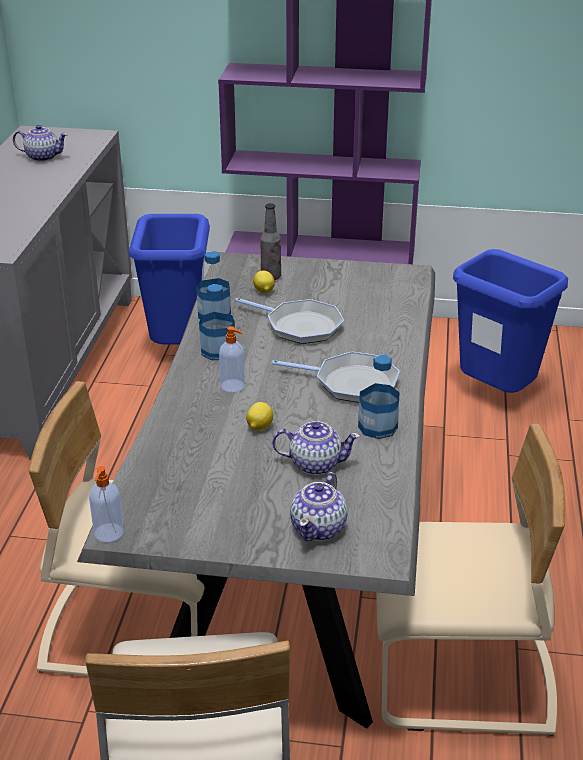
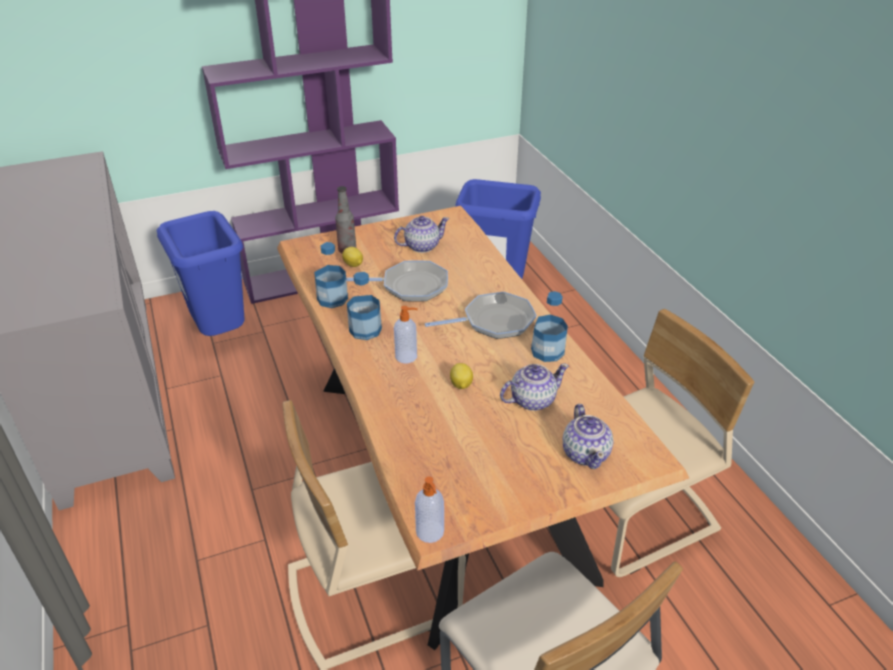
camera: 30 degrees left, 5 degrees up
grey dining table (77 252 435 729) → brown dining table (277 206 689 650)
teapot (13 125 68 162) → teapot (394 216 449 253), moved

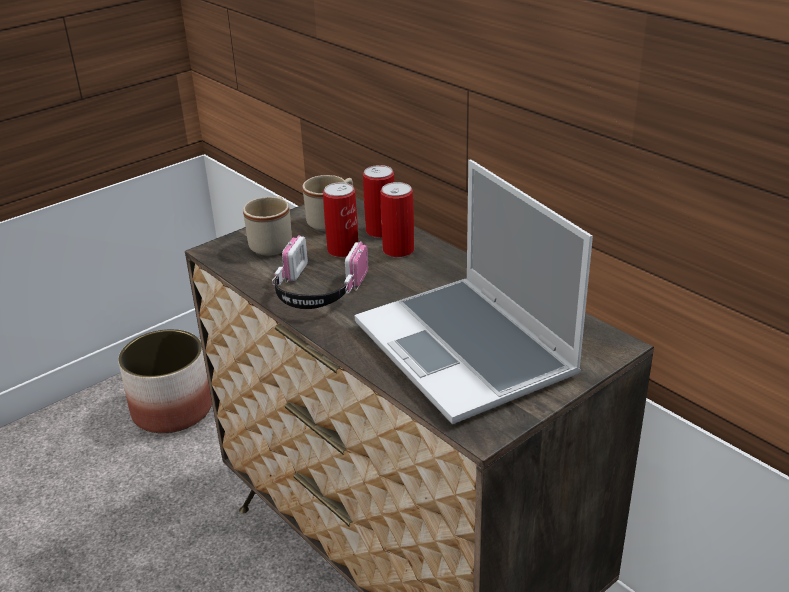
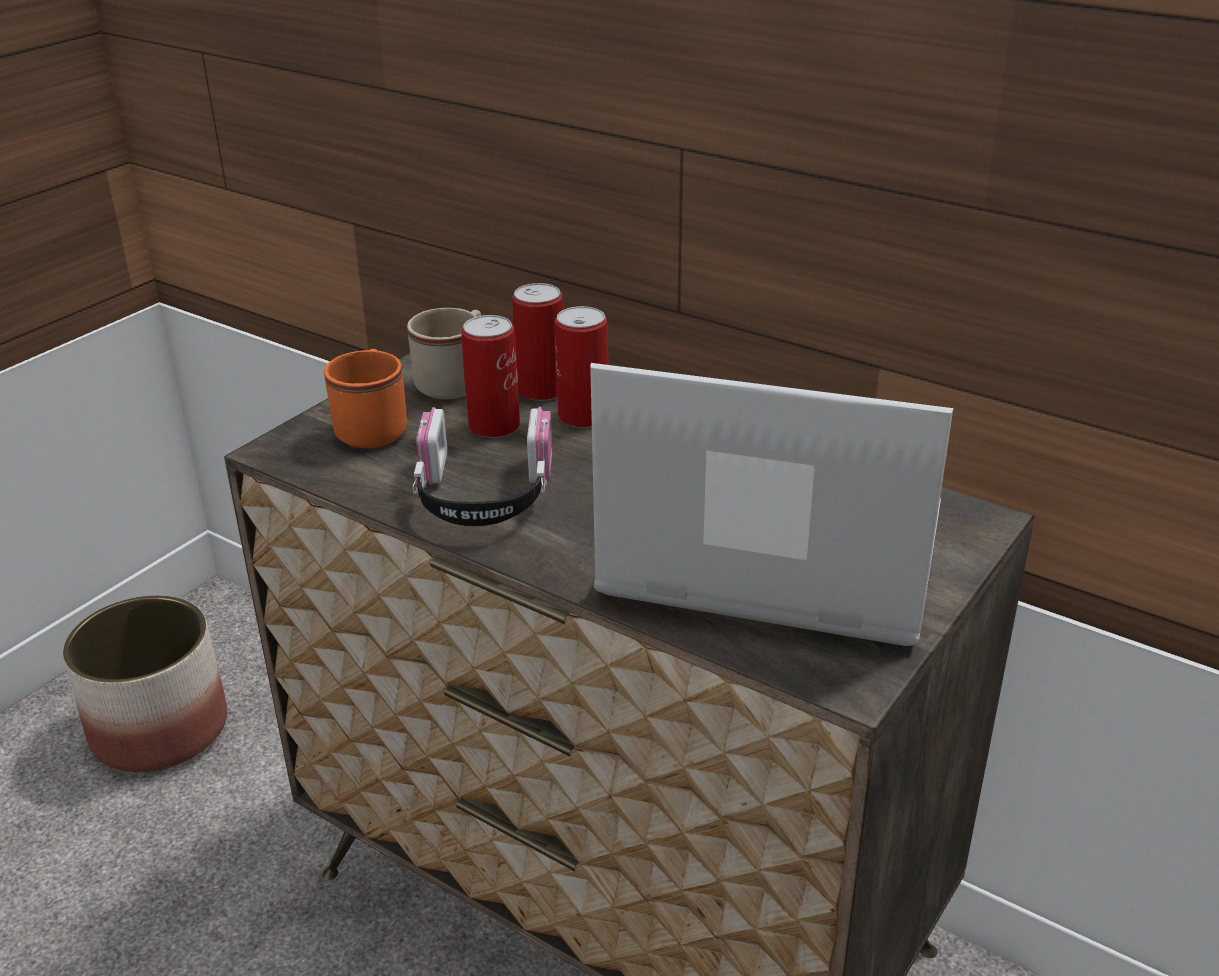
camera: 15 degrees left, 0 degrees up
beige mug (243 196 292 256) → orange mug (324 349 407 448)
laptop (354 160 593 424) → laptop (590 363 953 646), 150 degrees clockwise

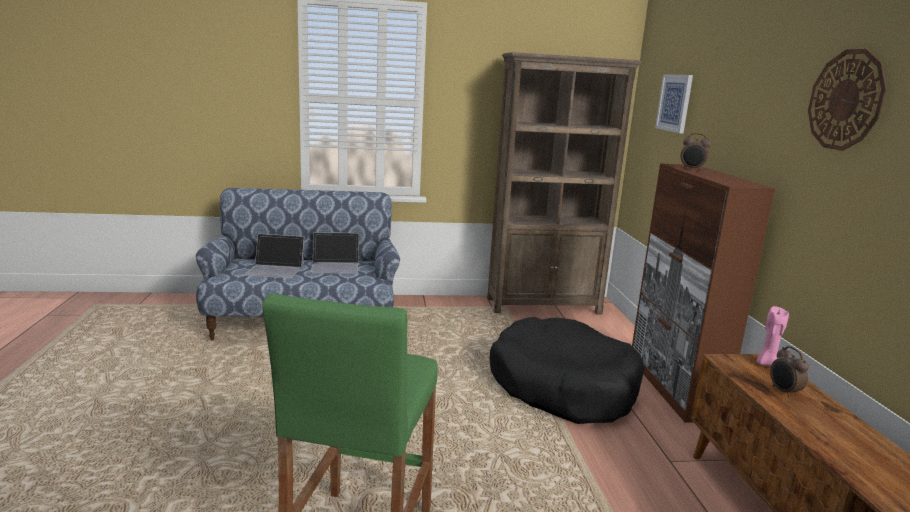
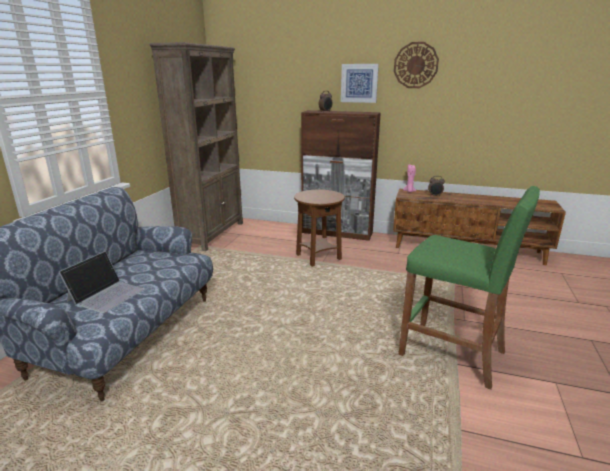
camera: 65 degrees left, 5 degrees up
black dog bed (490 317 645 424) → brown side table (294 190 345 267)
picture (655 74 693 133) → picture (341 64 379 103), moved
laptop (310 232 359 274) → -

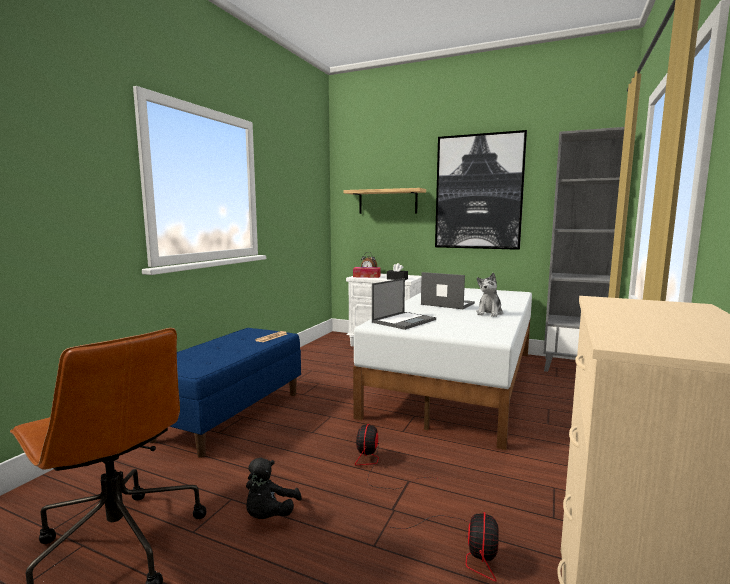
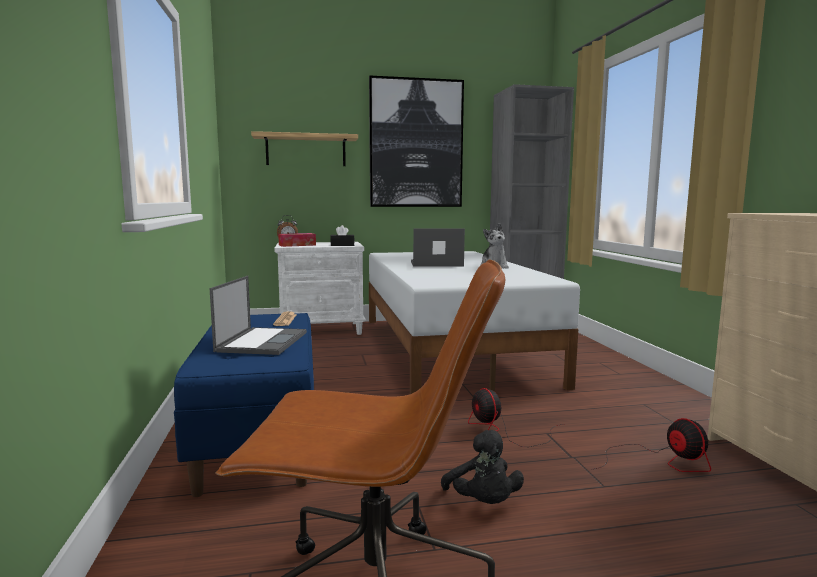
camera: 35 degrees left, 0 degrees up
laptop (372 278 436 330) → laptop (210 276 307 355), moved

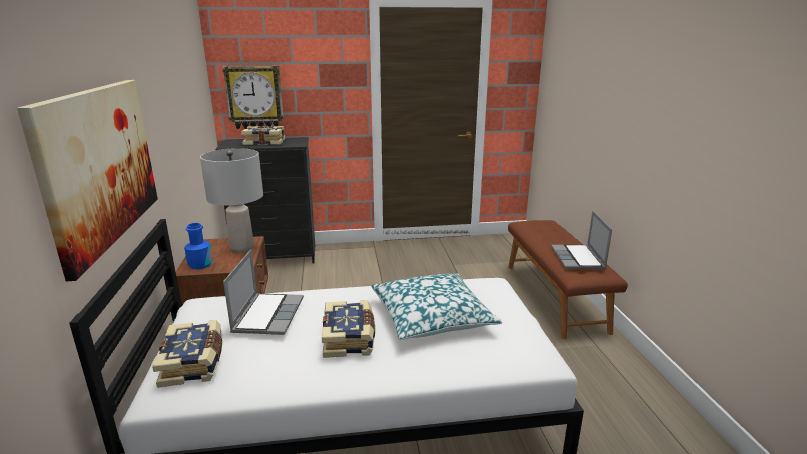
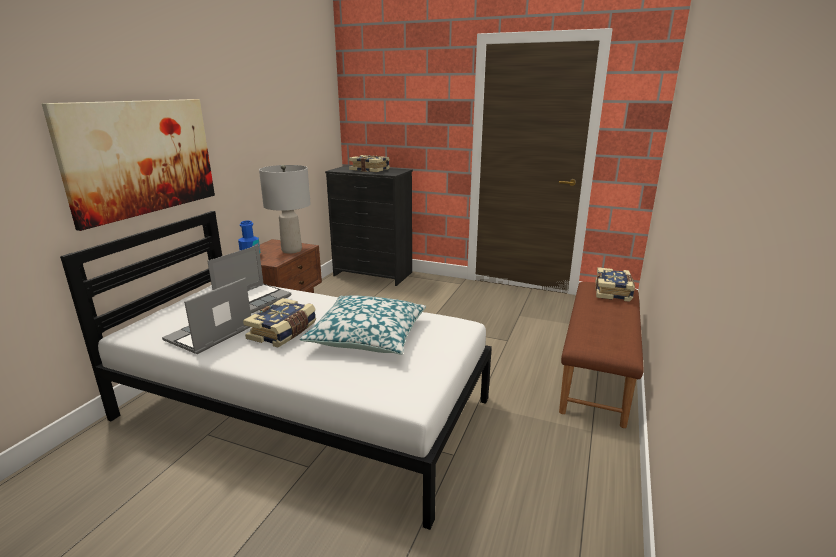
camera: 30 degrees right, 0 degrees up
laptop (551 211 612 269) → laptop (162 278 251 354), moved
book (152 320 222 388) → book (595 267 635 302), moved
wall clock (223 66 284 129) → -

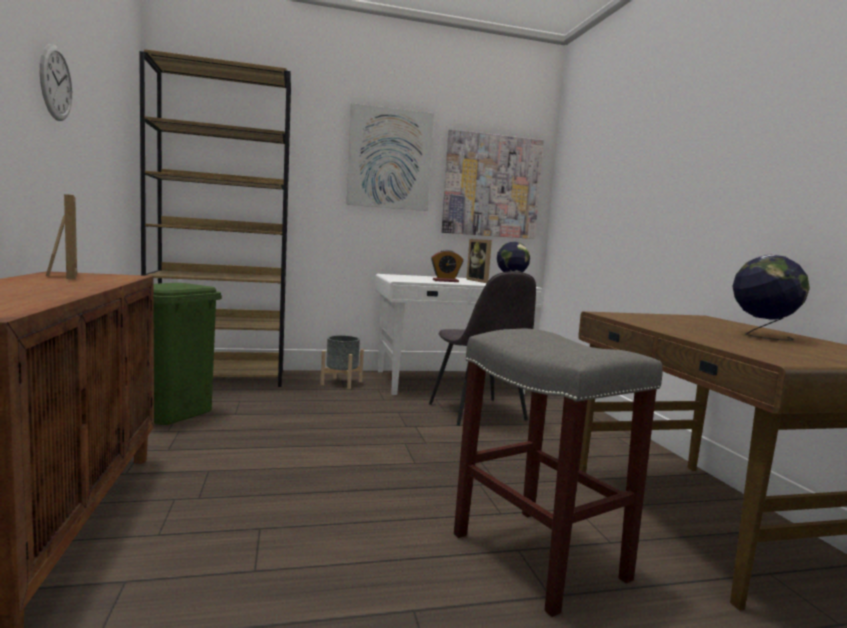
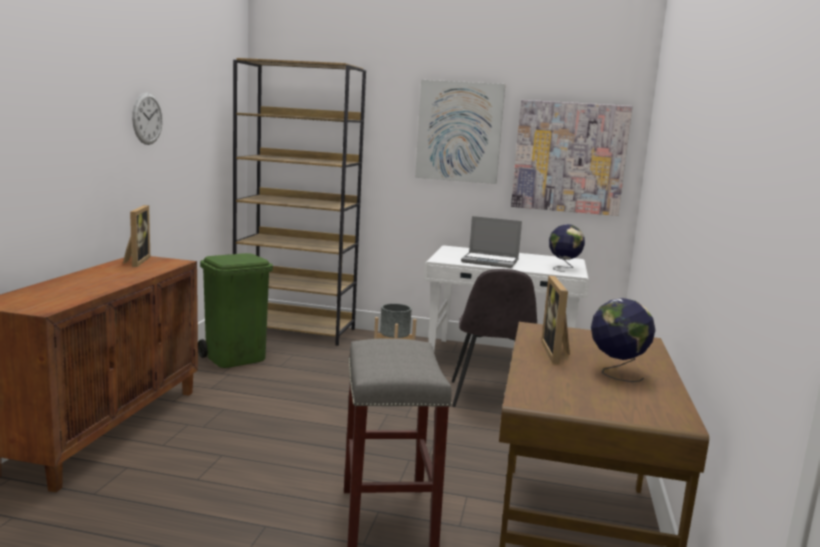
camera: 25 degrees right, 5 degrees up
alarm clock (431 250 463 282) → laptop (461 216 522 268)
picture frame (466 239 492 283) → picture frame (541 276 570 364), moved

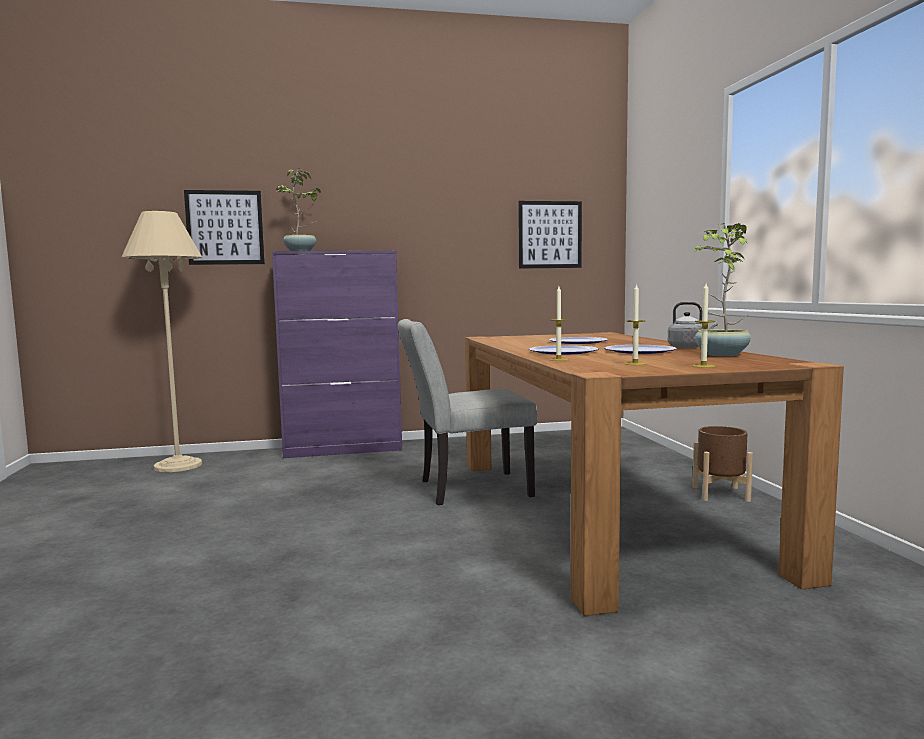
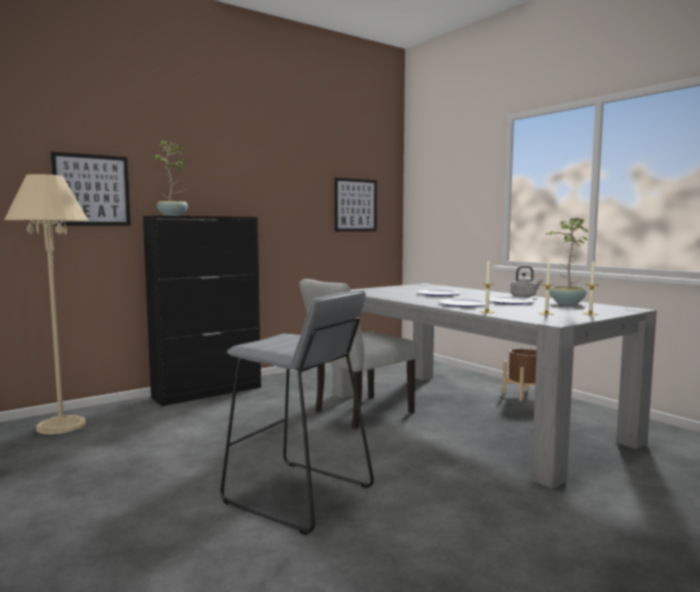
camera: 25 degrees left, 0 degrees up
purple cabinet (272 250 402 458) → black cabinet (143 216 261 406)
- → grey stool (220 290 374 535)
brown dining table (465 332 844 616) → grey dining table (333 283 657 489)

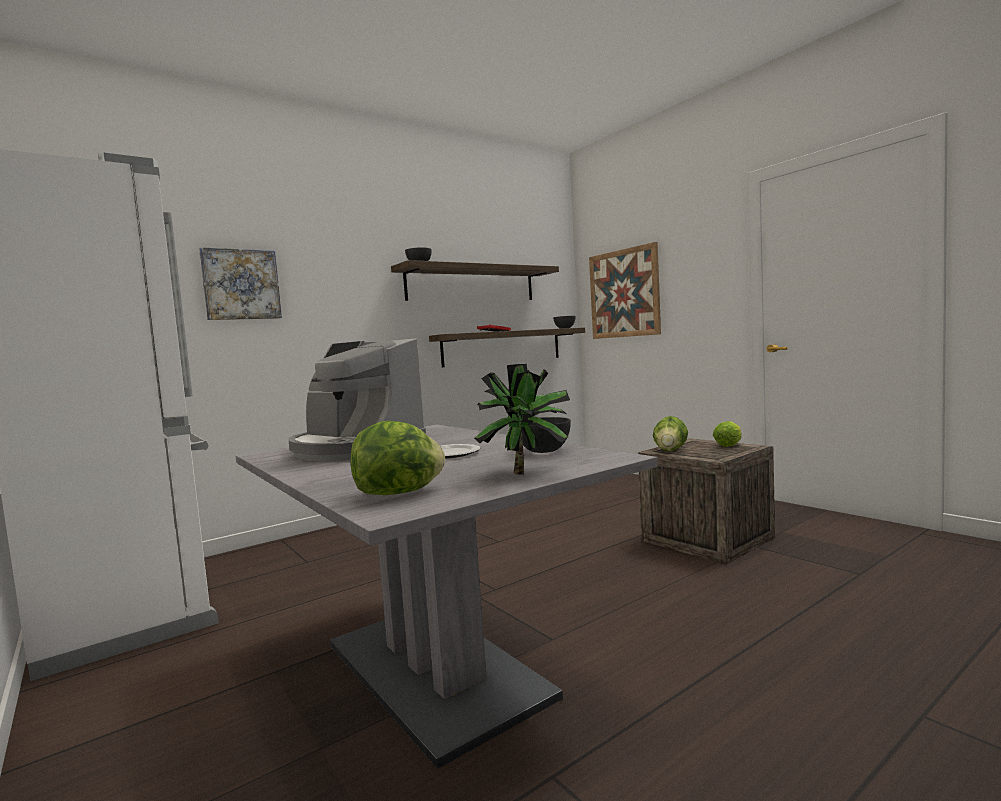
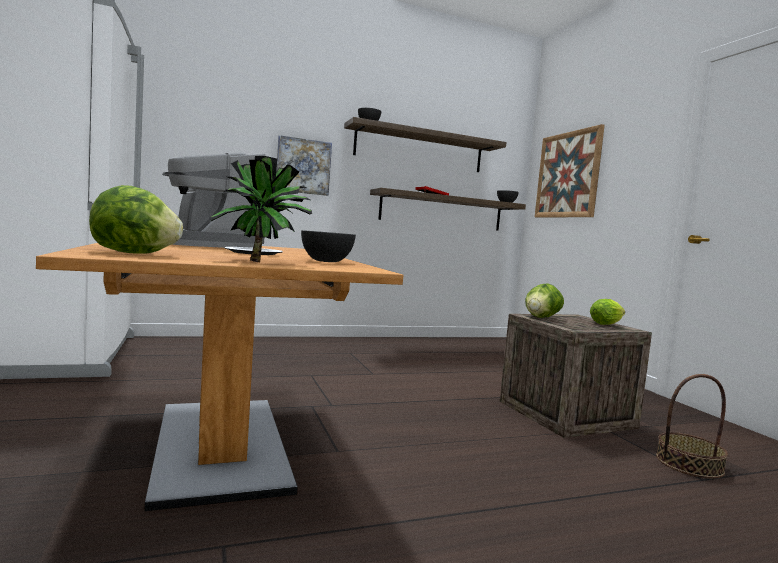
camera: 15 degrees right, 0 degrees up
grey dining table (235 425 658 769) → brown dining table (36 243 403 511)
picture (199 247 282 320) → picture (276 135 332 196), moved
- → basket (656 374 728 479)

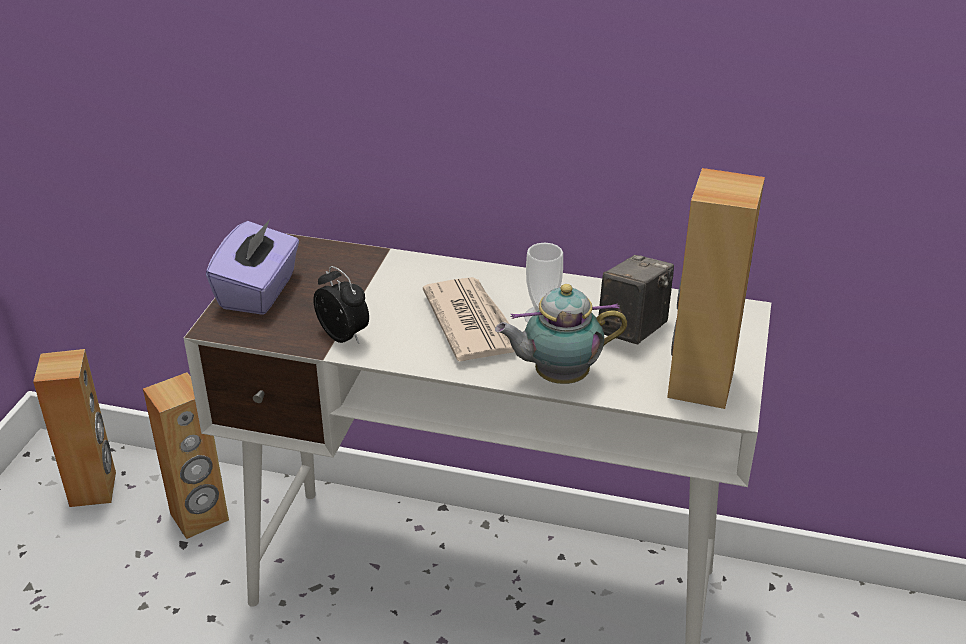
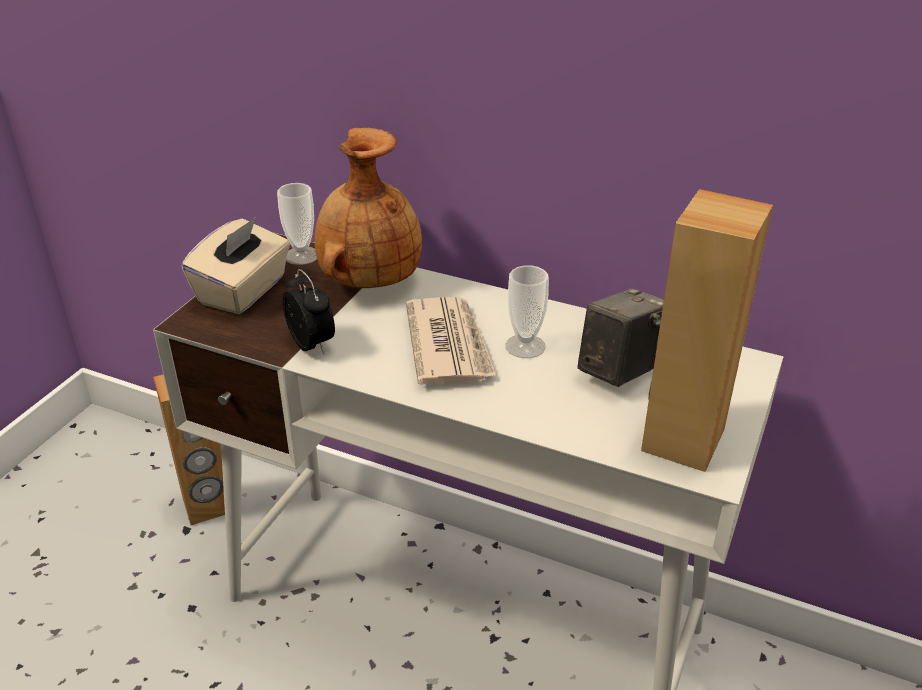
camera: 10 degrees right, 0 degrees up
purple tissue box (206 219 299 315) → beige tissue box (182 217 290 314)
- → cup (277 183 317 265)
- → brown vase (314 128 422 288)
brown speaker (33 349 116 507) → -
teapot (495 284 627 384) → -

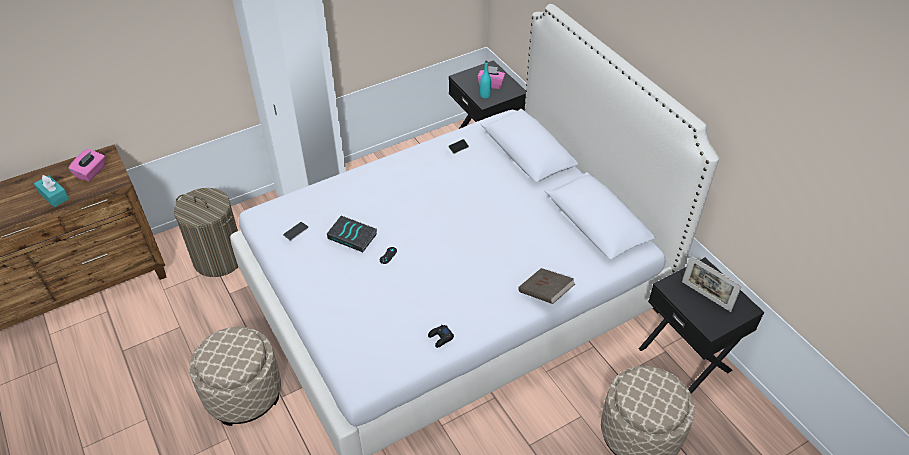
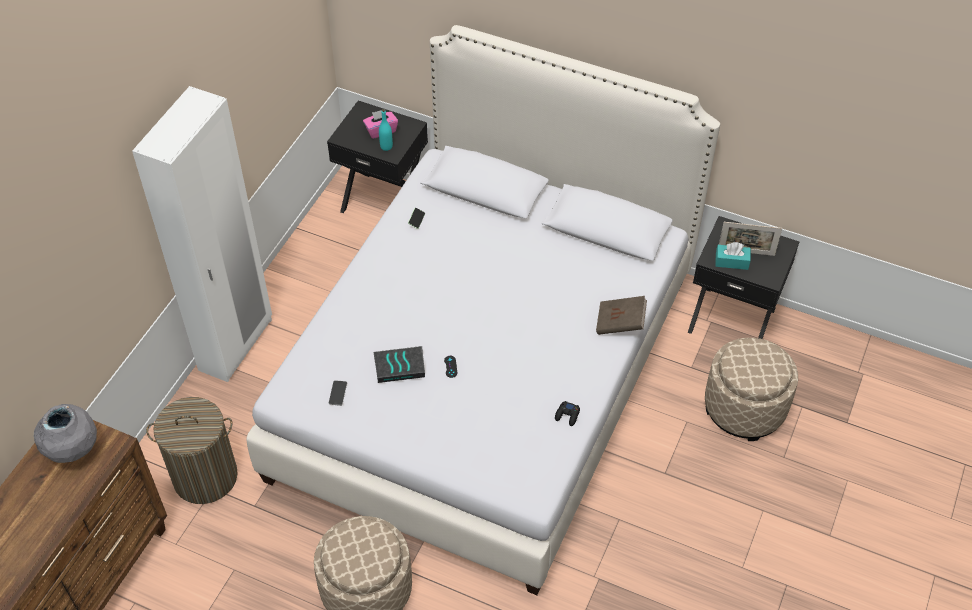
camera: 35 degrees left, 5 degrees up
pink tissue box (68 149 105 181) → grey vase (34 404 97 463)
turquoise tissue box (34 175 69 207) → turquoise tissue box (715 242 751 270), moved

